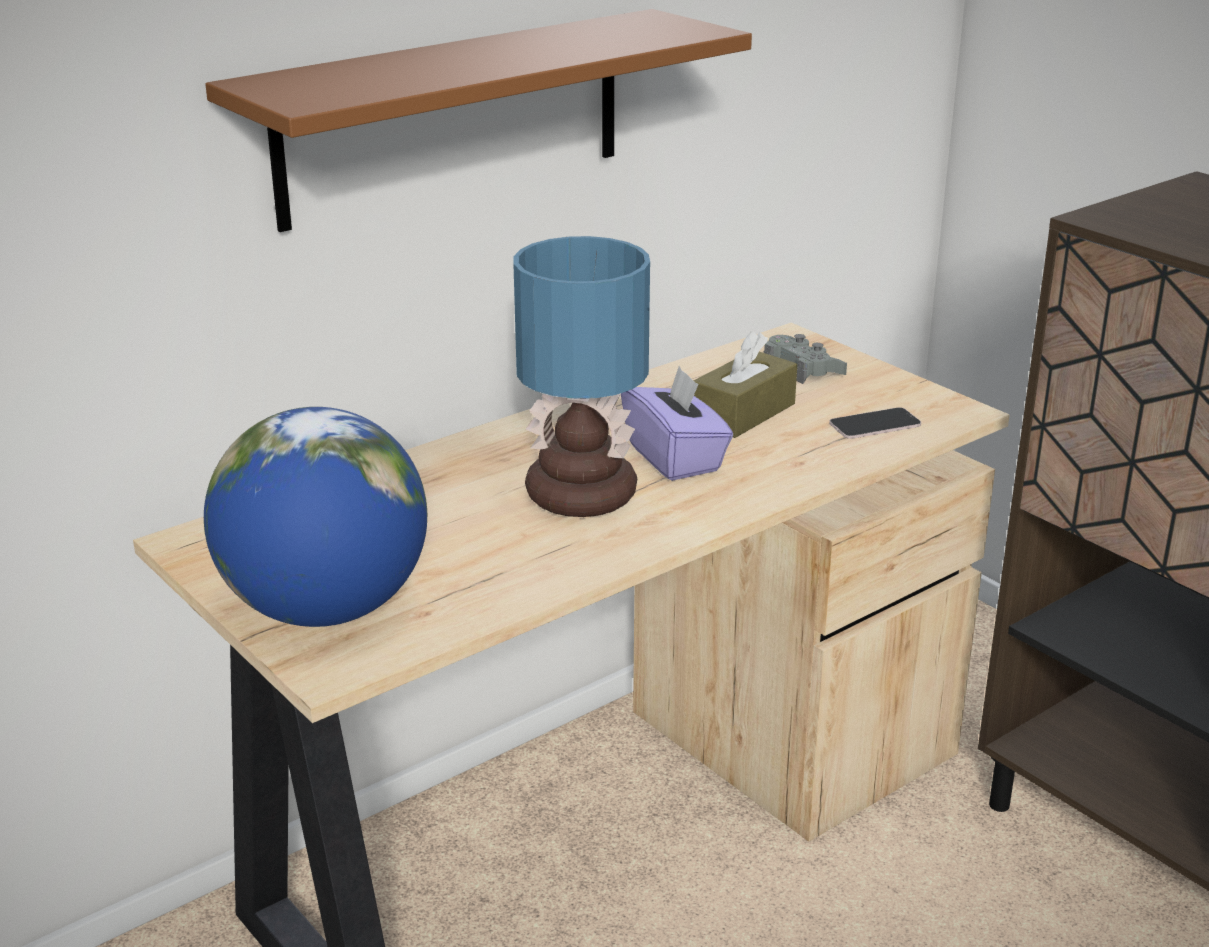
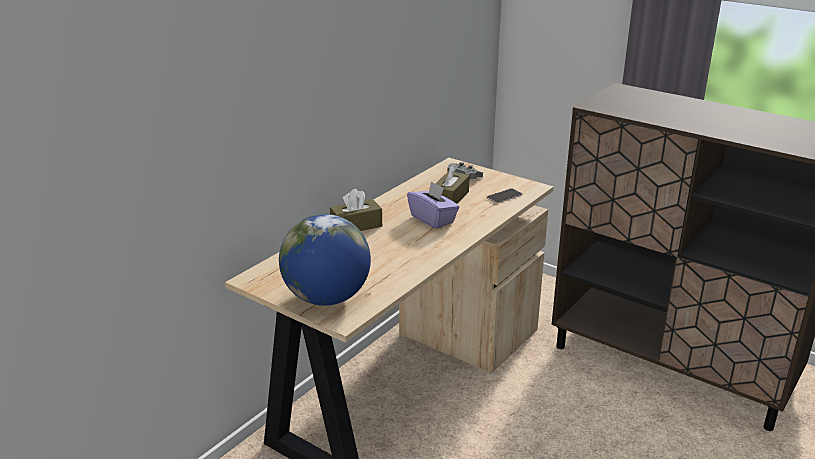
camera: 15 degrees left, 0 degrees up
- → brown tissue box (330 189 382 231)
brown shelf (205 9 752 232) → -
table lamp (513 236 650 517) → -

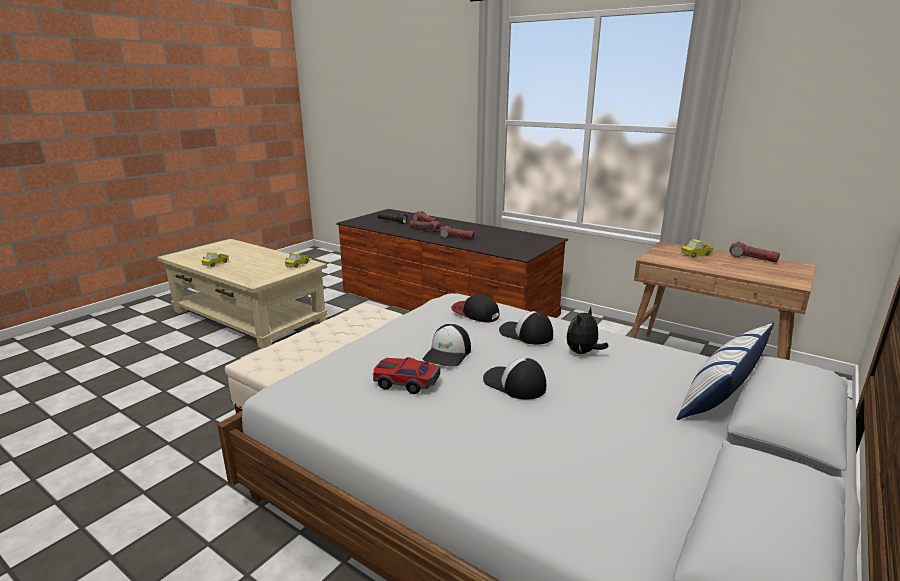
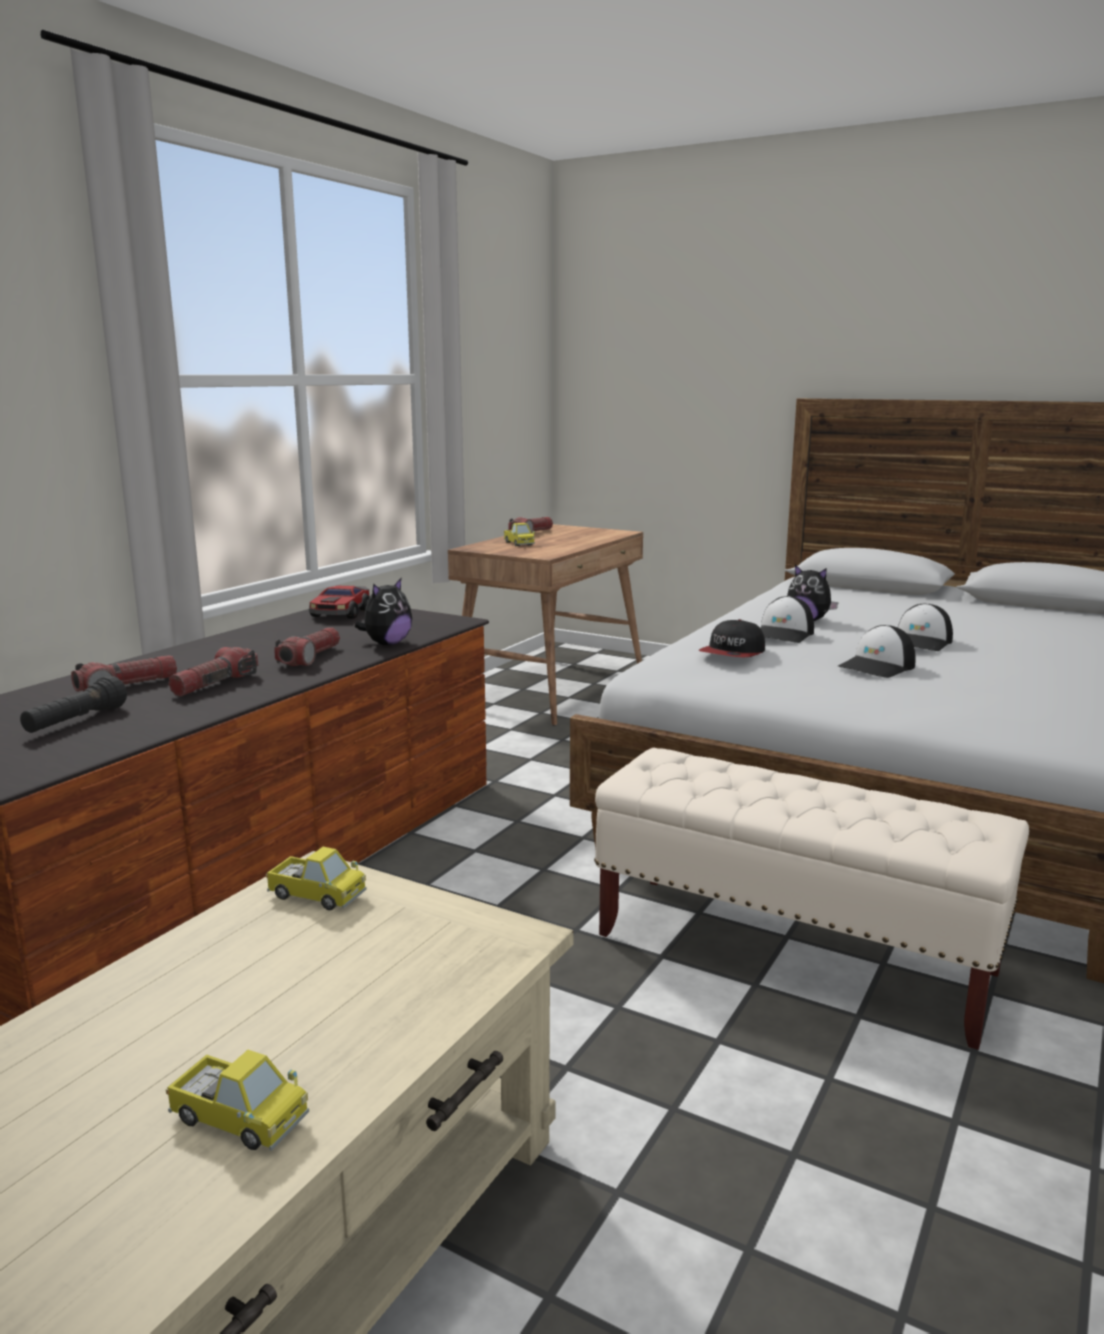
camera: 95 degrees left, 5 degrees down
toy car (373 357 440 394) → toy car (309 585 370 619), moved
- → plush toy (355 577 412 645)
cap (422 324 471 367) → cap (838 625 916 678), 120 degrees clockwise
pillow (677 322 774 420) → -

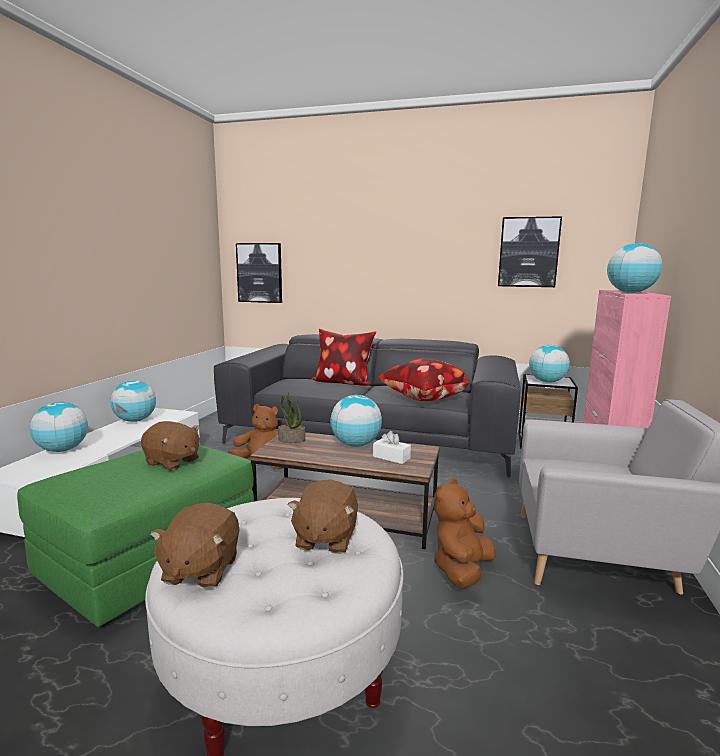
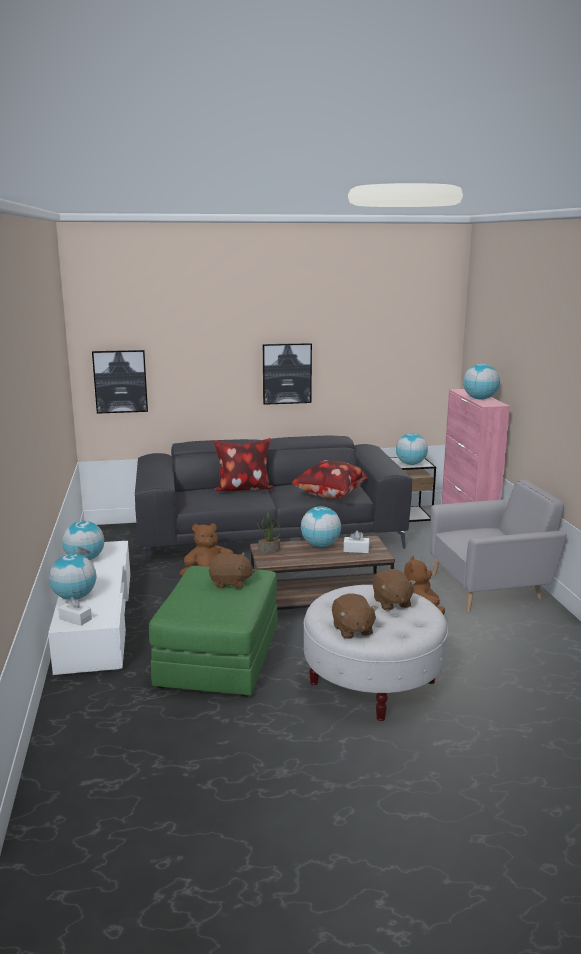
camera: 25 degrees left, 5 degrees up
- → white tissue box (58 597 92 626)
picture (498 216 562 287) → picture (263 343 312 405), moved

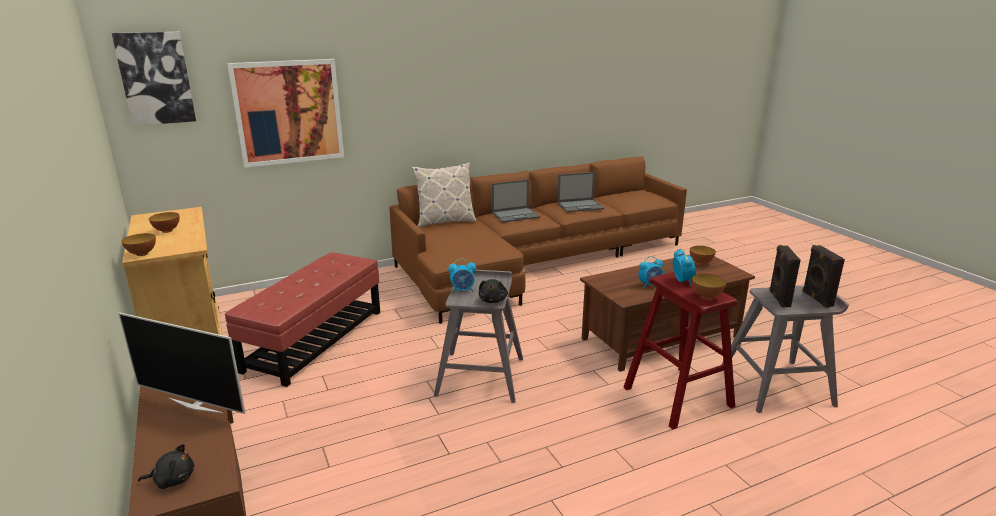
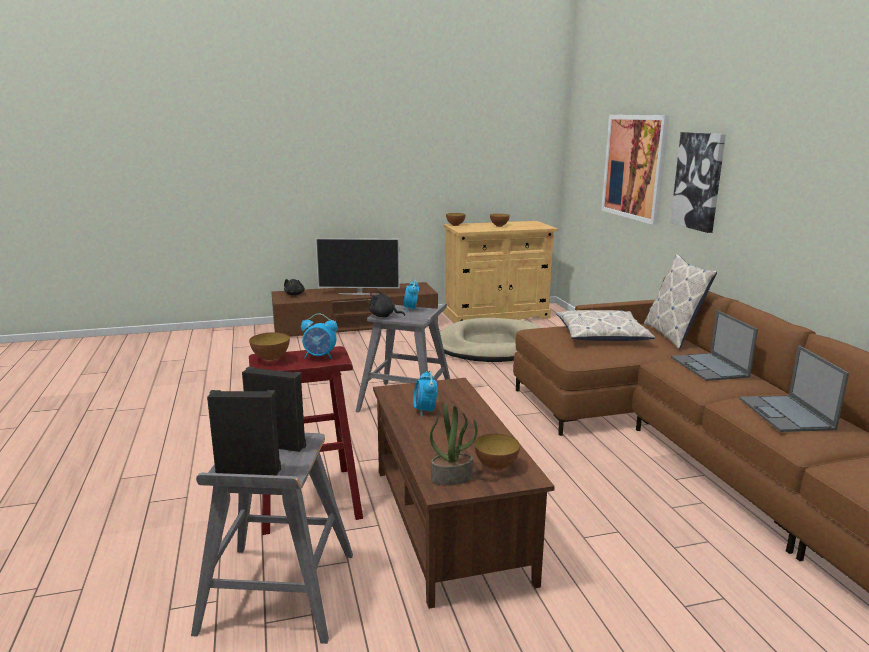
camera: 100 degrees right, 5 degrees down
television (118 312 246 414) → television (316 238 400 295), 120 degrees counterclockwise
- → potted plant (430 404 477 486)
red ottoman (225 252 380 387) → beige dog bed (440 318 543 362)
- → pillow (556 310 655 341)
picture (112 32 196 126) → picture (670 132 726 233), moved

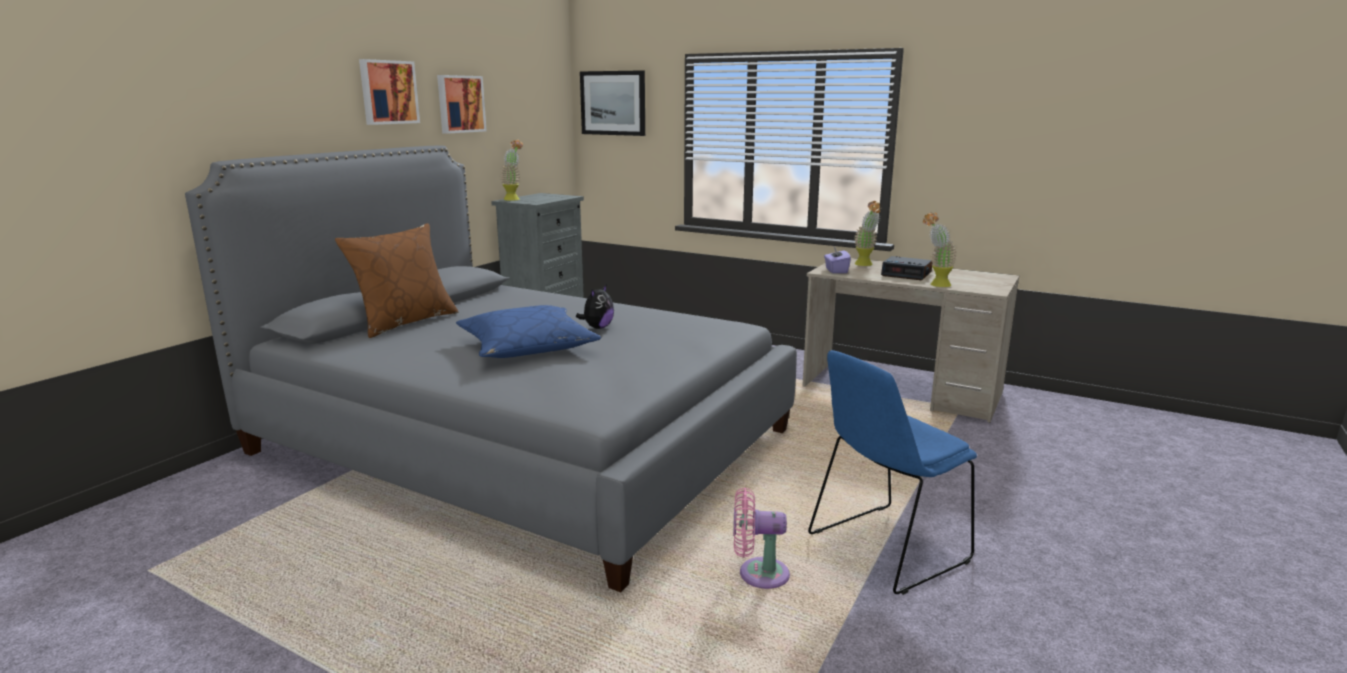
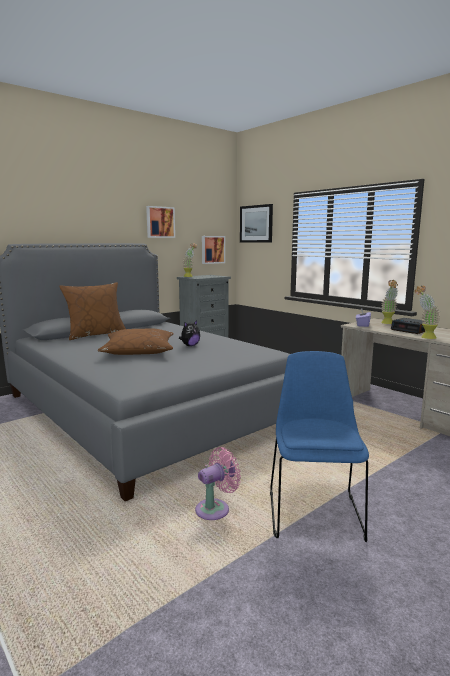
camera: 20 degrees right, 5 degrees down
blue pillow (456 305 601 358) → brown pillow (98 329 174 355)
pink fan (733 487 790 589) → pink fan (195 447 241 520), 120 degrees clockwise
picture (359 59 420 125) → picture (202 236 225 264), moved
blue chair (808 350 977 595) → blue chair (270 351 369 542), 105 degrees clockwise

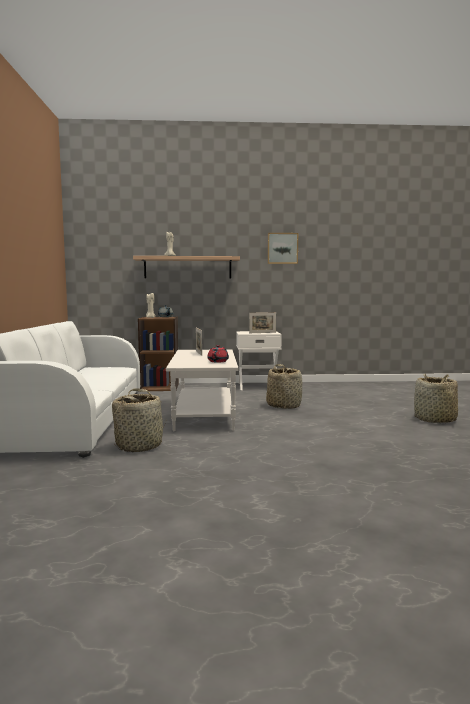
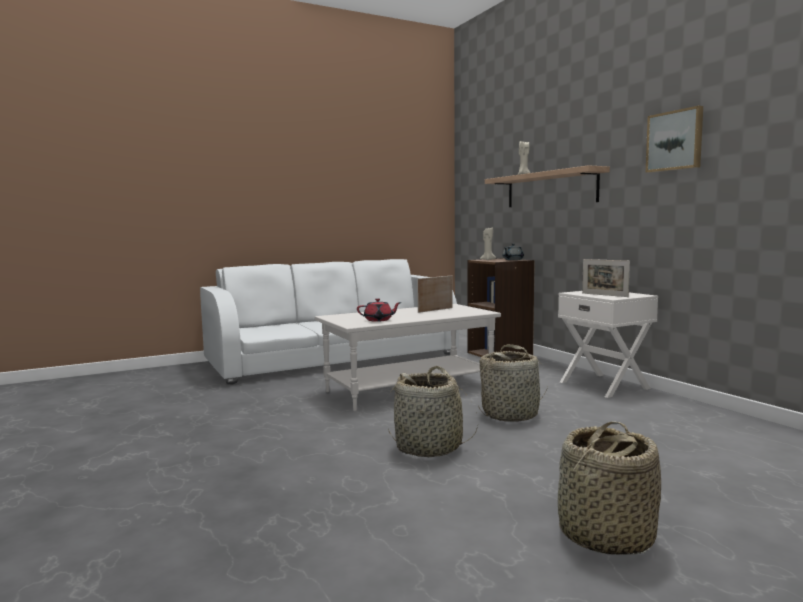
camera: 65 degrees right, 0 degrees up
basket (112 388 167 452) → basket (388 366 478 457), moved

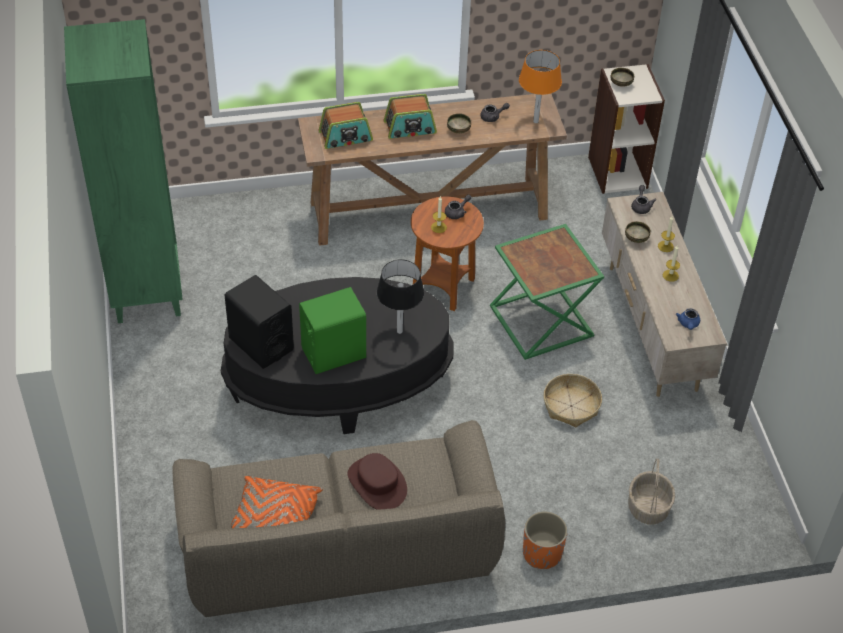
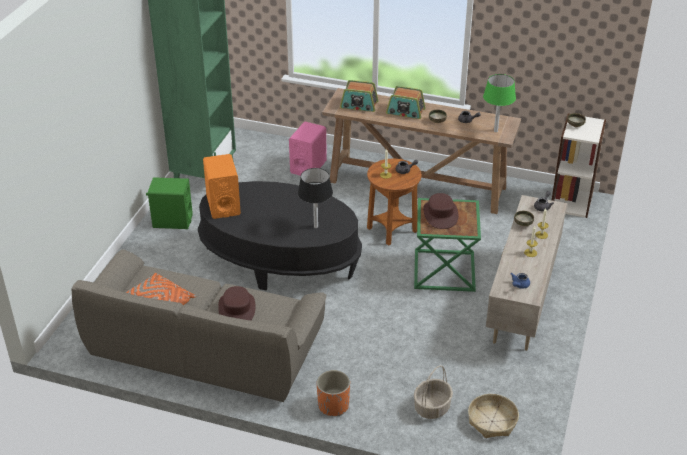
camera: 30 degrees right, 10 degrees down
green speaker (299 287 366 374) → green speaker (146 177 193 229), moved
black speaker (224 275 294 369) → orange speaker (203 154 241 219)
- → pink speaker (289 122 327 176)
- → brown hat (423 193 458 229)
basket (544 374 602 427) → basket (468 394 519 438), moved
orange table lamp (519 50 562 123) → green table lamp (483 74 516 132)

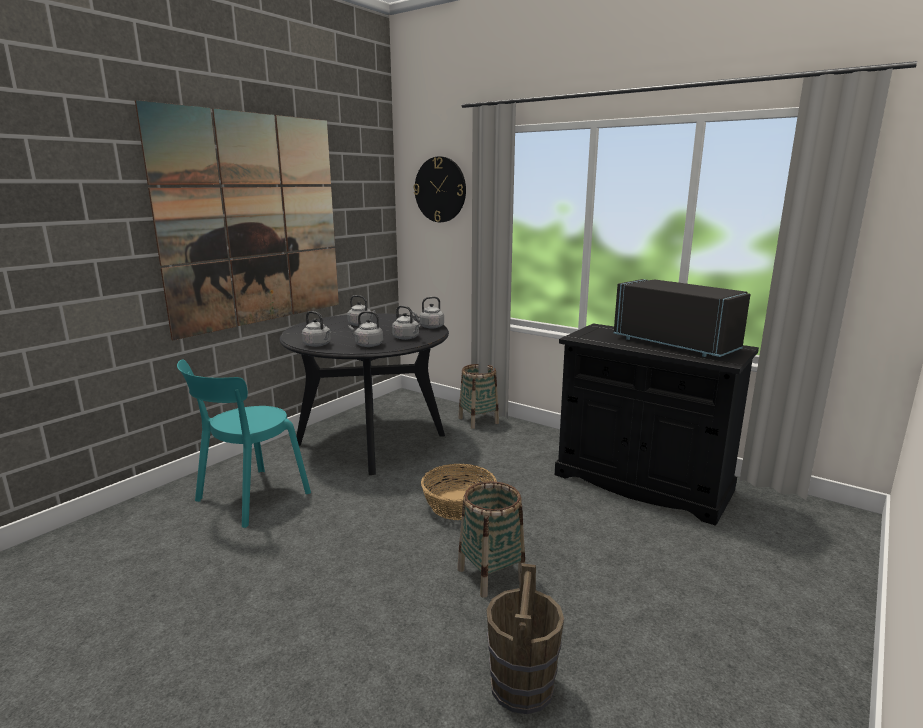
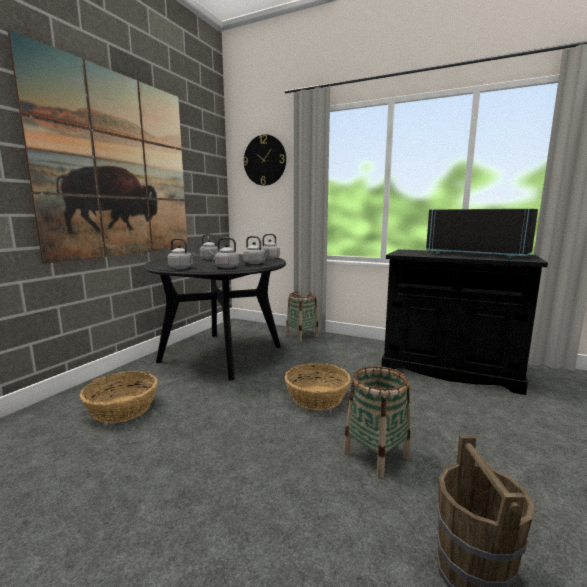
camera: 10 degrees left, 5 degrees down
turquoise chair (177 359 311 528) → basket (80 371 157 423)

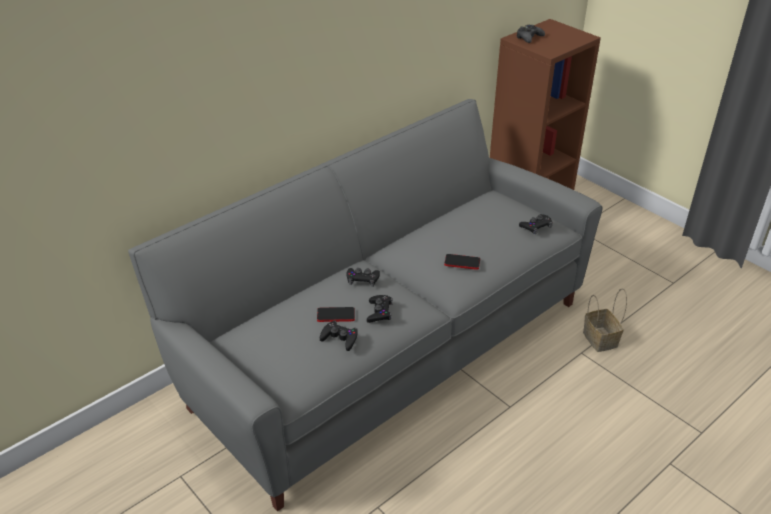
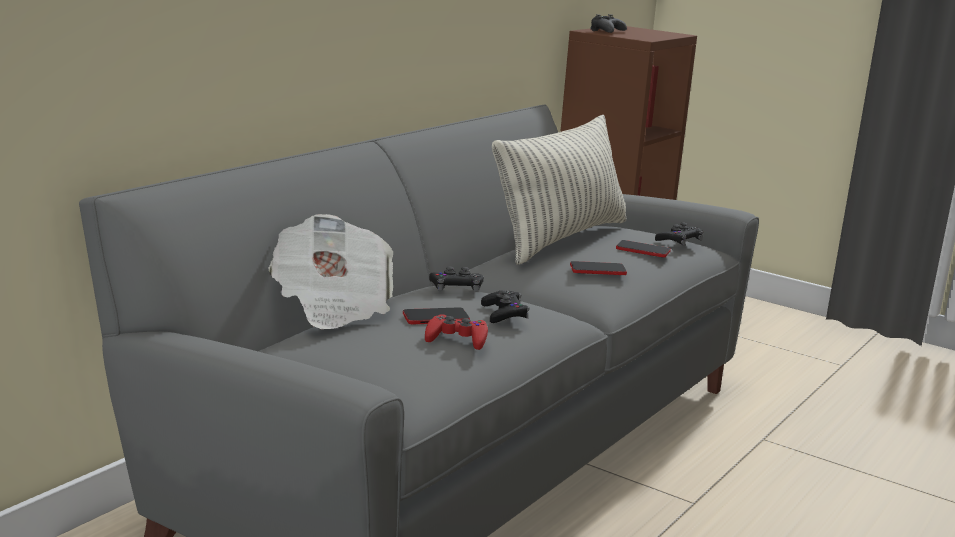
camera: 15 degrees left, 20 degrees down
- → newspaper (269 214 393 329)
black game controller (320 320 358 351) → red game controller (425 314 488 350)
- → pillow (492 115 626 265)
- → phone (616 240 671 258)
basket (583 288 627 352) → -

